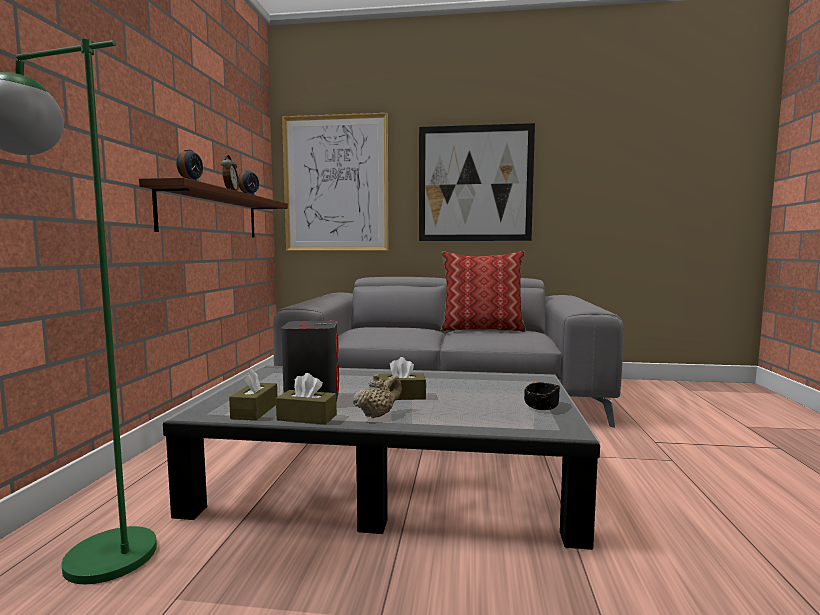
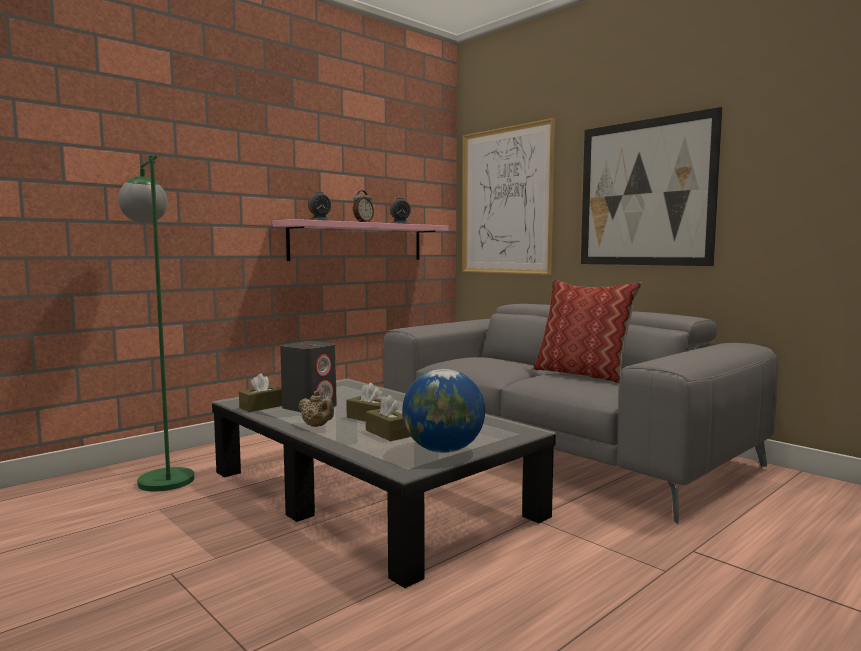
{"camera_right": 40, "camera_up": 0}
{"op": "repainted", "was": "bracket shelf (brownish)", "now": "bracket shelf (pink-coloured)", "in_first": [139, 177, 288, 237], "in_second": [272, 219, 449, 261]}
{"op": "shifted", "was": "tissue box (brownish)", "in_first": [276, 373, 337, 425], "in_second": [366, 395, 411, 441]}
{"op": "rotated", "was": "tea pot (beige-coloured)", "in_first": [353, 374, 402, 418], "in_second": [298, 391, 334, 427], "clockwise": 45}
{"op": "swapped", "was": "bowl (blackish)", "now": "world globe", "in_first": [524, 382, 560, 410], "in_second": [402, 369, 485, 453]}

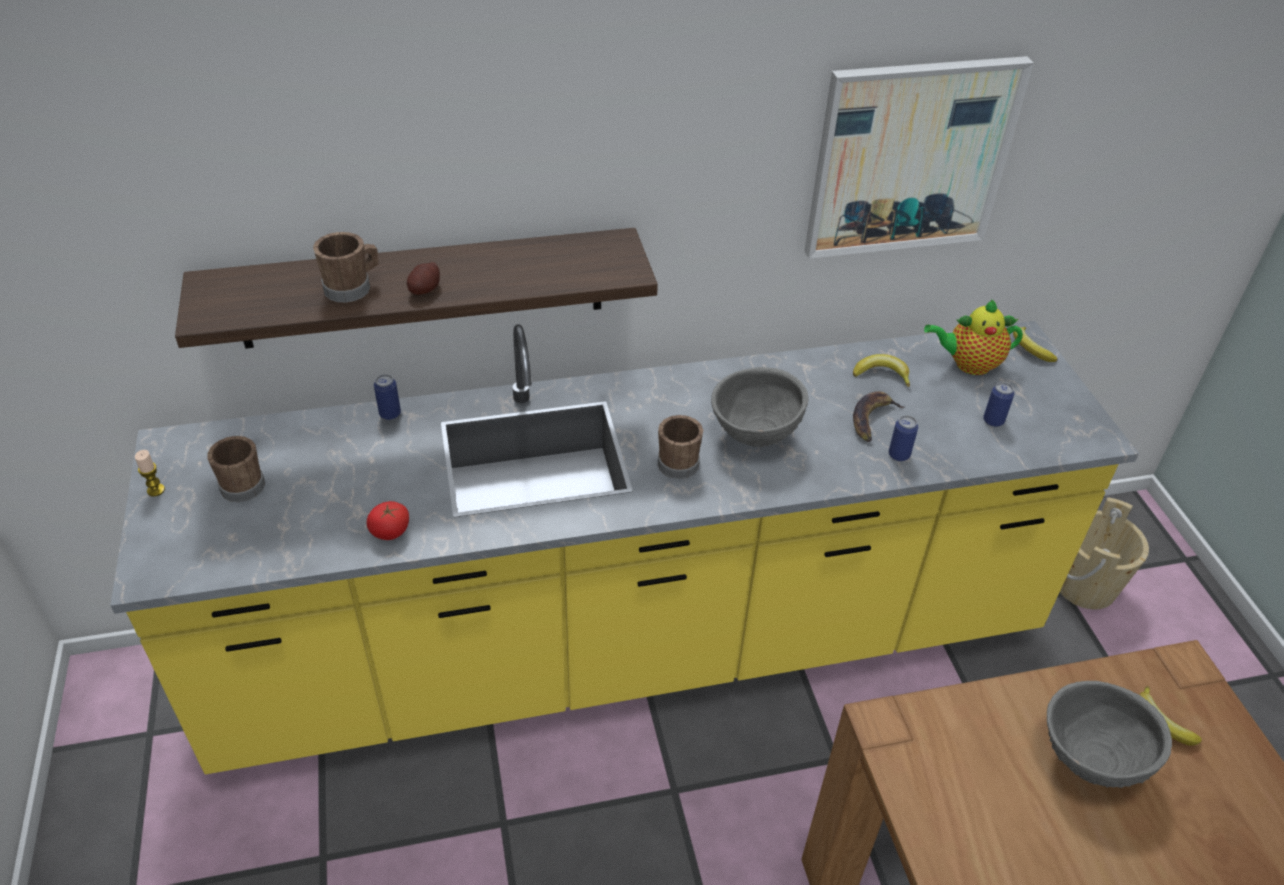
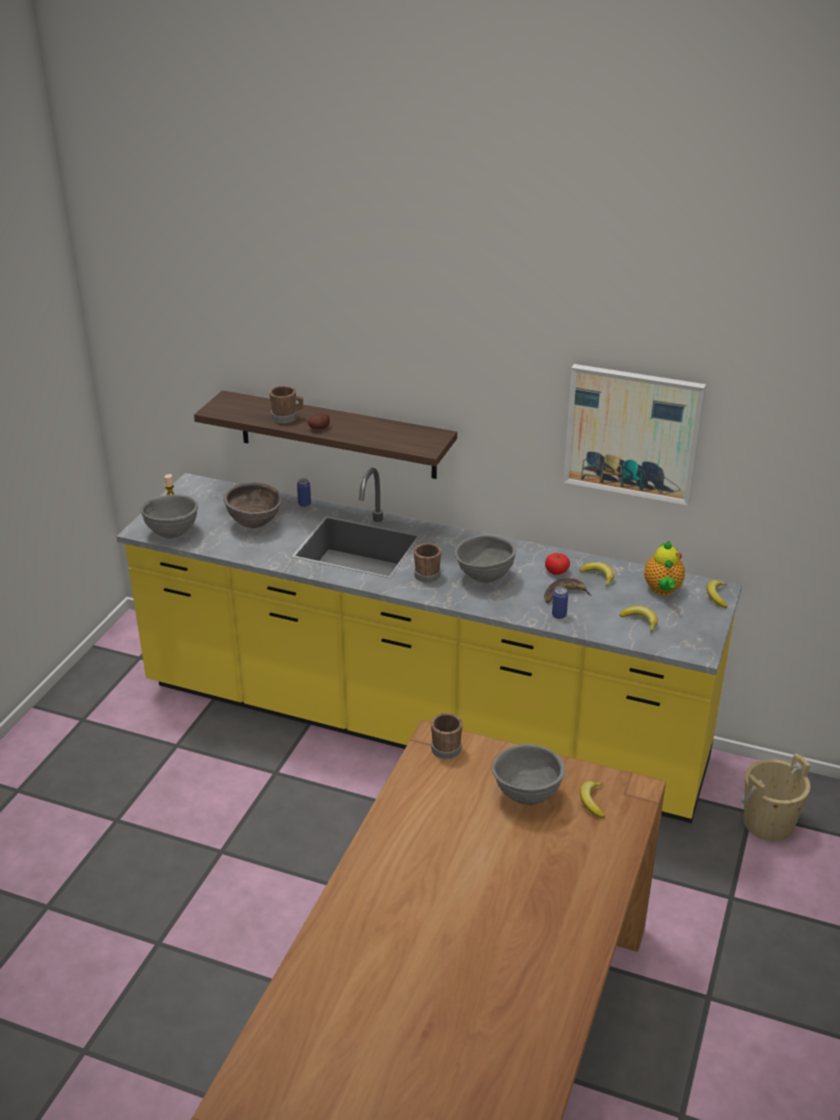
{"camera_right": 35, "camera_up": -10}
{"op": "shifted", "was": "tea mug (brownish)", "in_first": [207, 436, 265, 502], "in_second": [431, 713, 463, 759]}
{"op": "shifted", "was": "fresh tomato", "in_first": [367, 501, 409, 540], "in_second": [545, 553, 570, 575]}
{"op": "rotated", "was": "tea pot", "in_first": [924, 299, 1023, 375], "in_second": [644, 541, 685, 595], "clockwise": -120}
{"op": "swapped", "was": "sealed can", "now": "banana fruit", "in_first": [983, 382, 1014, 427], "in_second": [619, 606, 658, 632]}
{"op": "new", "now": "bowl (gray)", "in_second": [140, 495, 198, 539]}
{"op": "new", "now": "bowl (brownish)", "in_second": [223, 482, 282, 528]}

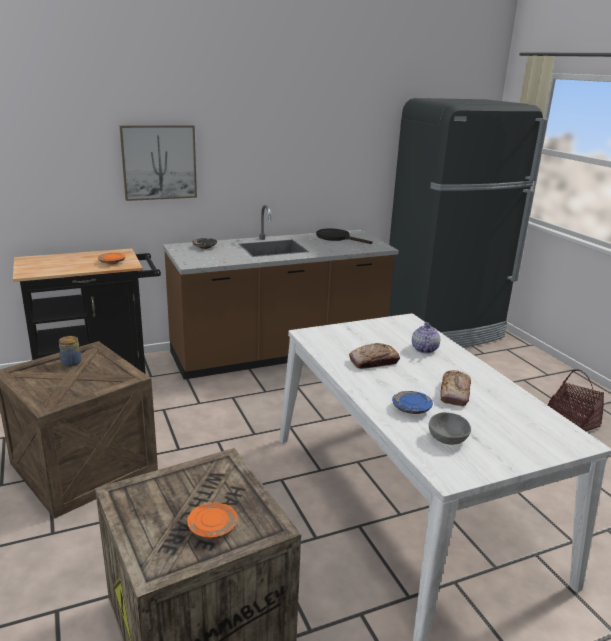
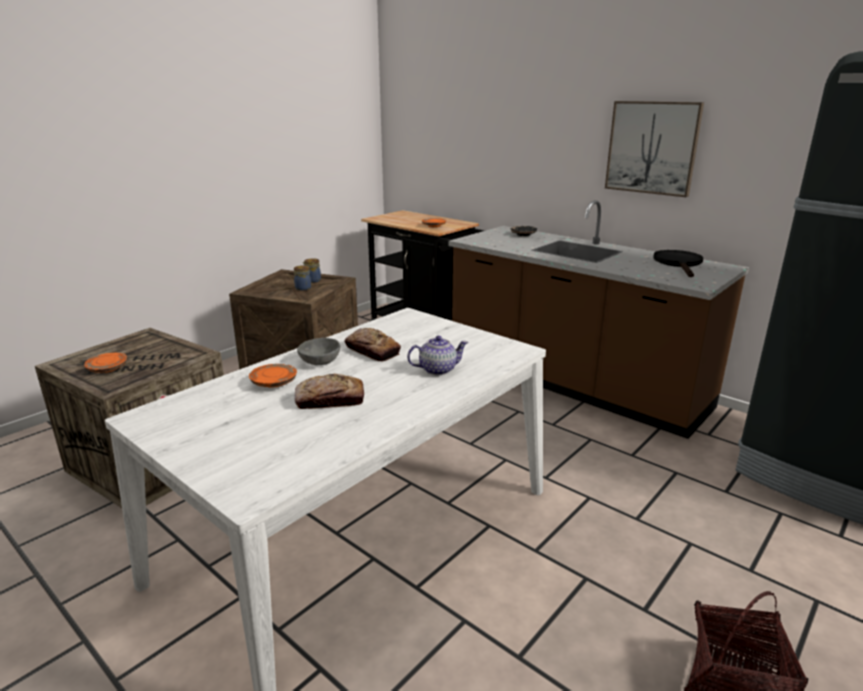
{"camera_right": 65, "camera_up": 0}
{"op": "shifted", "was": "picture", "in_first": [119, 125, 197, 201], "in_second": [605, 101, 704, 197]}
{"op": "repainted", "was": "flat dish (bluish)", "now": "flat dish (orangey)", "in_first": [392, 391, 433, 414], "in_second": [249, 364, 297, 388]}
{"op": "shifted", "was": "bowl (gray)", "in_first": [429, 412, 471, 445], "in_second": [297, 338, 340, 365]}
{"op": "new", "now": "storage jar", "in_second": [294, 265, 311, 291]}

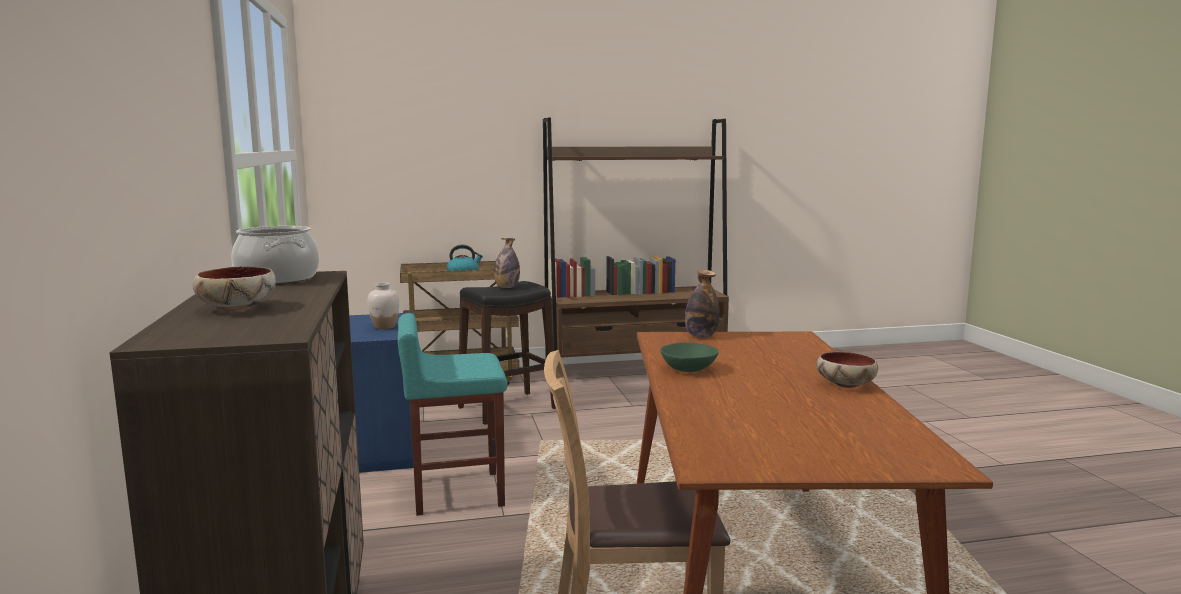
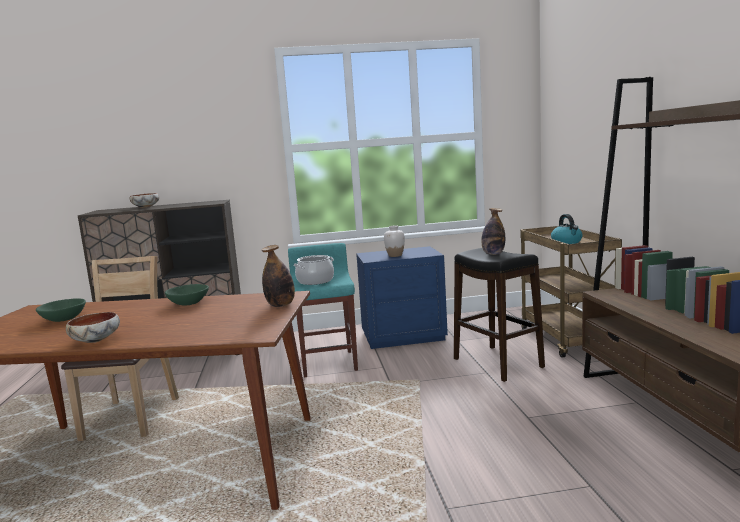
{"camera_right": 95, "camera_up": 0}
{"op": "shifted", "was": "saucepot", "in_first": [232, 226, 319, 284], "in_second": [294, 255, 334, 285]}
{"op": "new", "now": "bowl (green-coloured)", "in_second": [36, 298, 86, 322]}

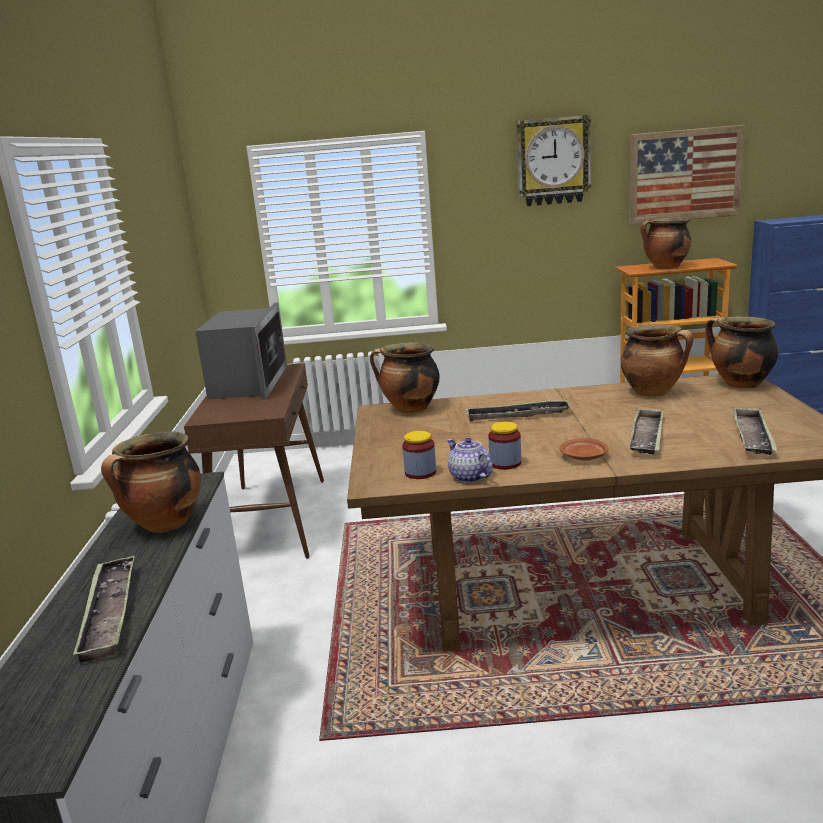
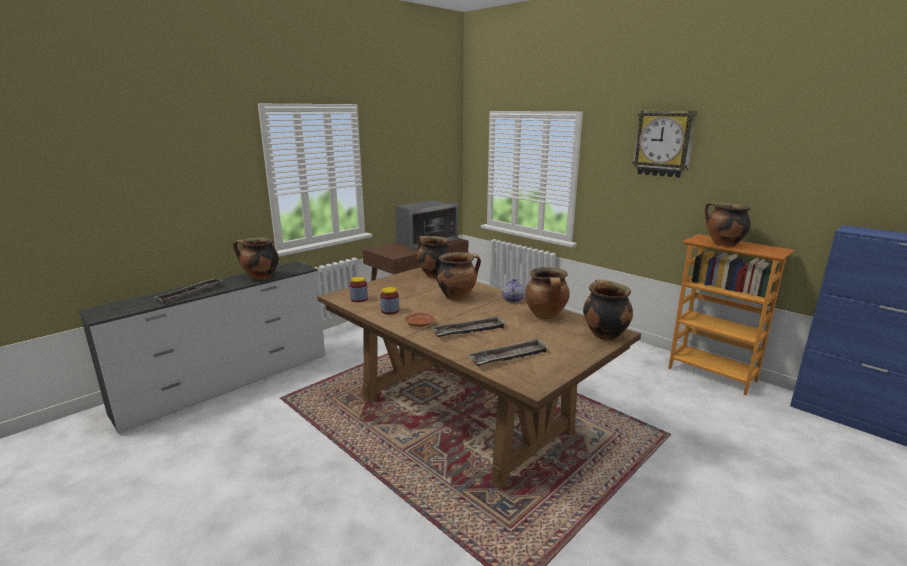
{"camera_right": 45, "camera_up": 0}
{"op": "shifted", "was": "tea pot", "in_first": [447, 438, 493, 483], "in_second": [502, 279, 525, 302]}
{"op": "swapped", "was": "carrying tray", "now": "saucepot", "in_first": [466, 400, 571, 421], "in_second": [437, 252, 481, 300]}
{"op": "gone", "was": "picture", "in_first": [629, 125, 745, 225]}

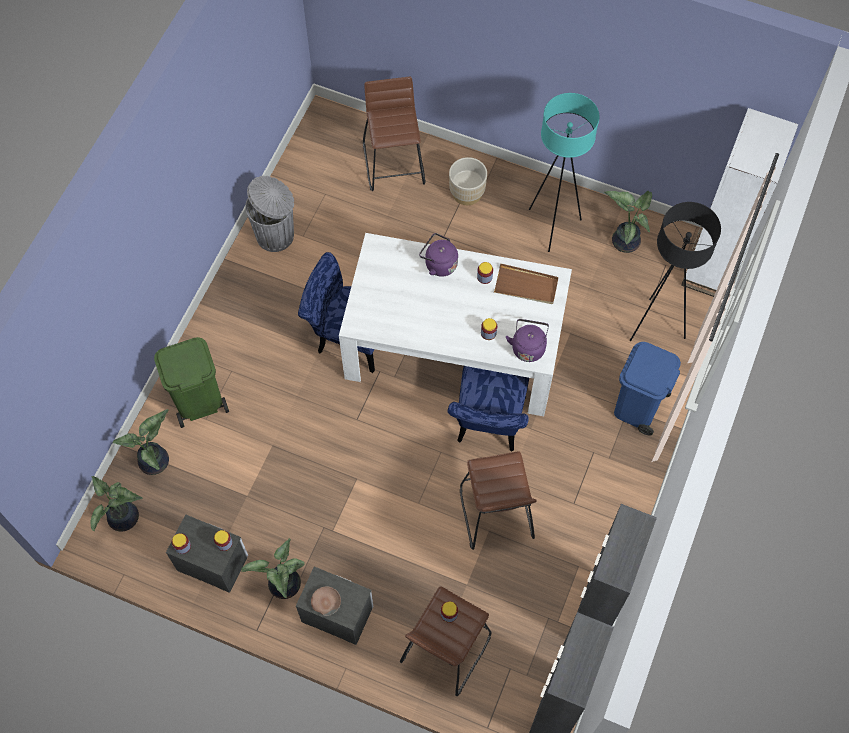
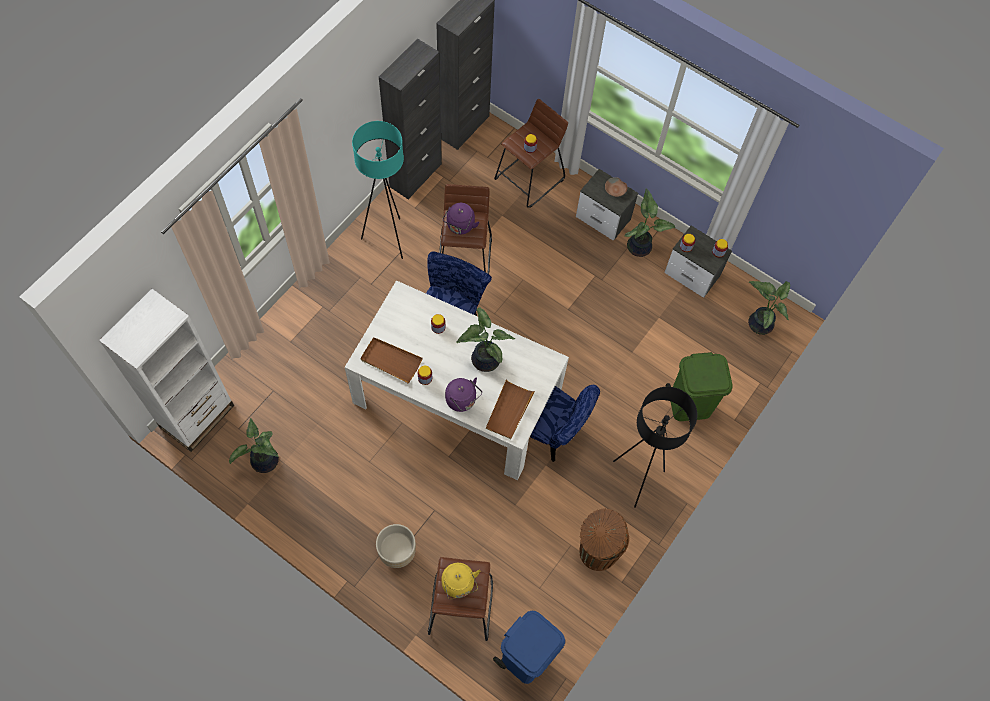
{"camera_right": -170, "camera_up": 0}
{"op": "shifted", "was": "potted plant", "in_first": [112, 409, 169, 475], "in_second": [456, 308, 515, 372]}
{"op": "repainted", "was": "waste bin (gray)", "now": "waste bin (brownish)", "in_first": [245, 176, 294, 252], "in_second": [580, 508, 629, 571]}
{"op": "shifted", "was": "kettle (purplish)", "in_first": [506, 319, 549, 362], "in_second": [443, 203, 480, 234]}
{"op": "shifted", "was": "standard lamp (blue-green)", "in_first": [529, 93, 599, 252], "in_second": [352, 121, 404, 259]}
{"op": "shifted", "was": "waste bin (bluish)", "in_first": [614, 342, 681, 436], "in_second": [493, 611, 565, 684]}
{"op": "shifted", "was": "standard lamp (blackish)", "in_first": [630, 202, 721, 341], "in_second": [613, 387, 697, 508]}
{"op": "new", "now": "kettle (yellow)", "in_second": [441, 563, 480, 599]}
{"op": "new", "now": "carrying tray (brownish)", "in_second": [486, 379, 535, 439]}

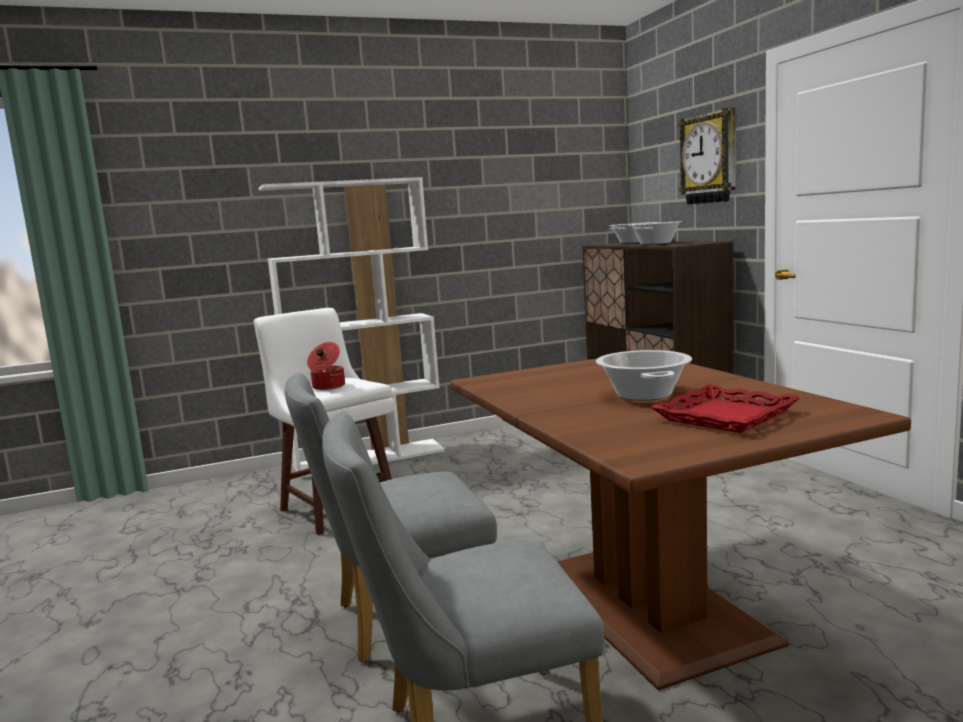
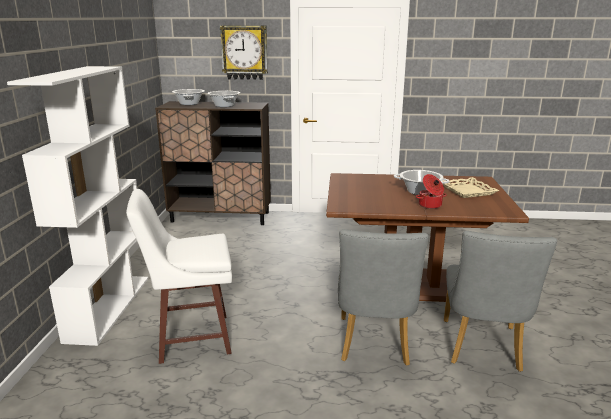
{"camera_right": -65, "camera_up": 10}
{"op": "shifted", "was": "saucepot", "in_first": [307, 342, 345, 390], "in_second": [416, 174, 447, 209]}
{"op": "repainted", "was": "carrying tray (red)", "now": "carrying tray (beige-coloured)", "in_first": [651, 384, 801, 433], "in_second": [442, 177, 499, 198]}

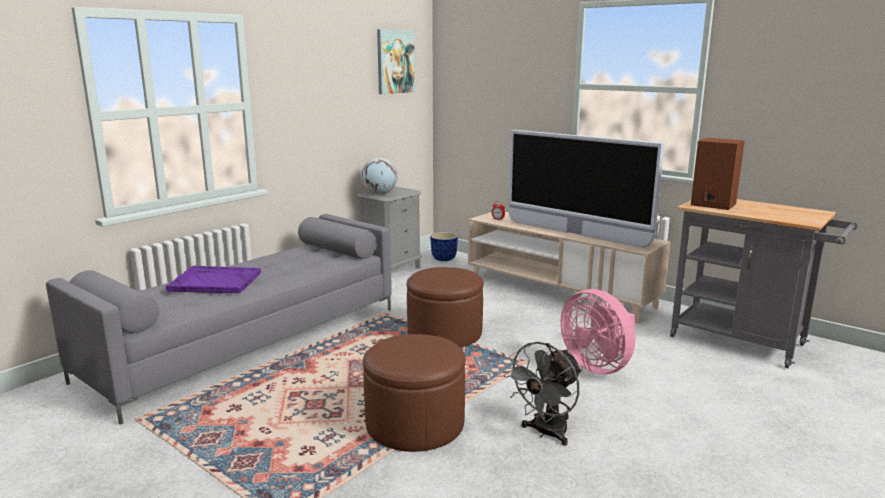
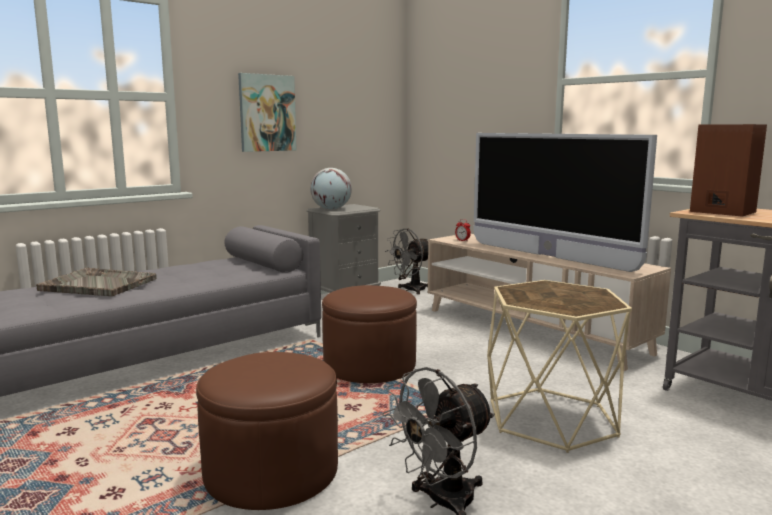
{"camera_right": 10, "camera_up": -5}
{"op": "repainted", "was": "carrying tray (purplish)", "now": "carrying tray (gray)", "in_first": [166, 265, 261, 293], "in_second": [36, 268, 156, 296]}
{"op": "shifted", "was": "picture", "in_first": [377, 29, 415, 94], "in_second": [238, 73, 297, 152]}
{"op": "swapped", "was": "planter", "now": "fan (gray)", "in_first": [430, 232, 458, 261], "in_second": [385, 229, 428, 294]}
{"op": "swapped", "was": "fan (pink-coloured)", "now": "side table (beige-coloured)", "in_first": [561, 289, 636, 374], "in_second": [487, 280, 632, 453]}

